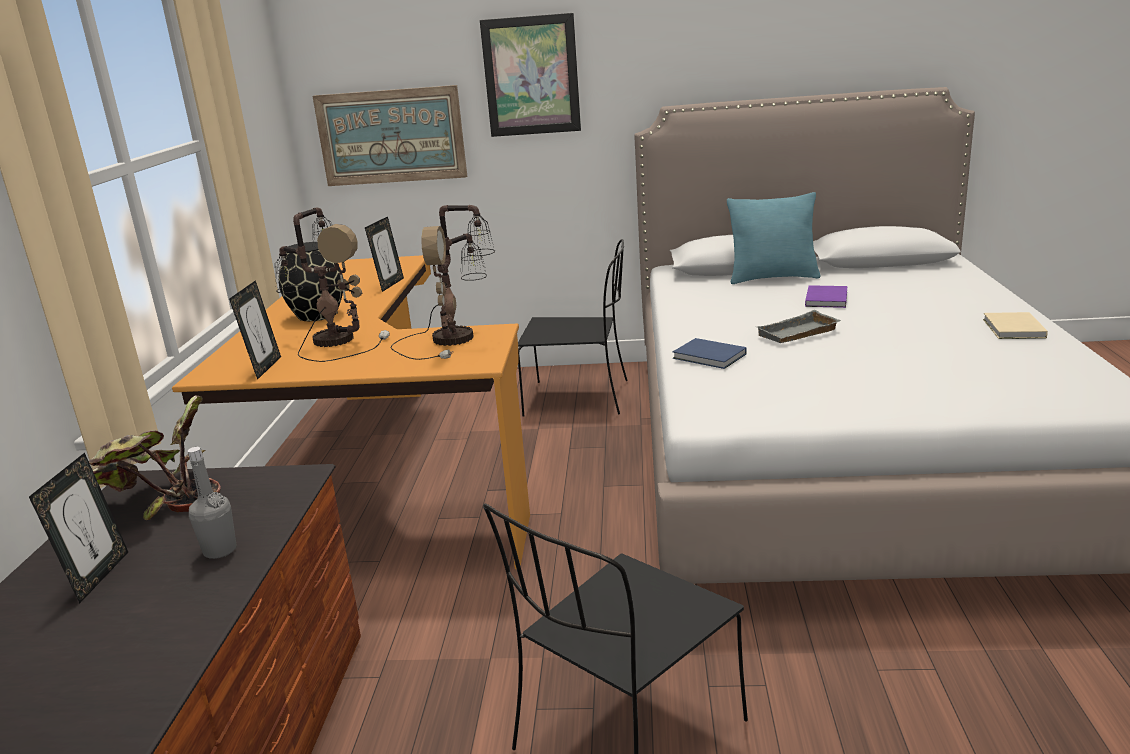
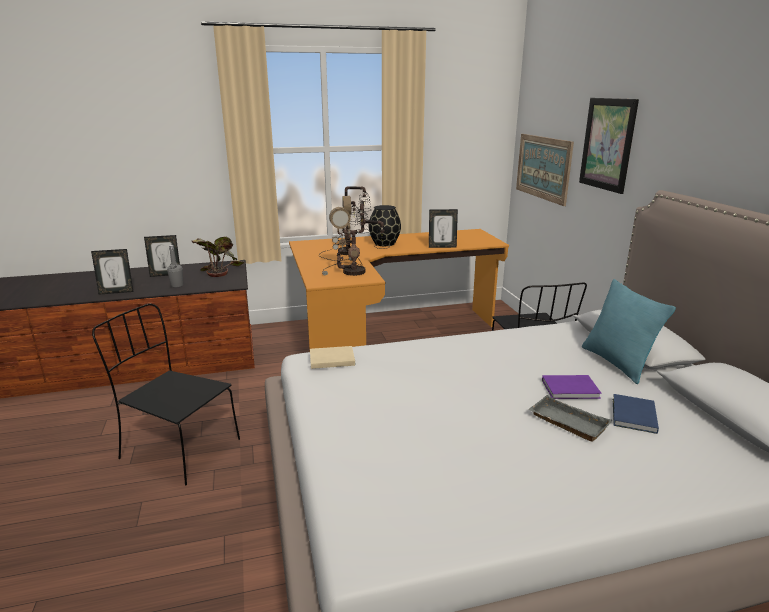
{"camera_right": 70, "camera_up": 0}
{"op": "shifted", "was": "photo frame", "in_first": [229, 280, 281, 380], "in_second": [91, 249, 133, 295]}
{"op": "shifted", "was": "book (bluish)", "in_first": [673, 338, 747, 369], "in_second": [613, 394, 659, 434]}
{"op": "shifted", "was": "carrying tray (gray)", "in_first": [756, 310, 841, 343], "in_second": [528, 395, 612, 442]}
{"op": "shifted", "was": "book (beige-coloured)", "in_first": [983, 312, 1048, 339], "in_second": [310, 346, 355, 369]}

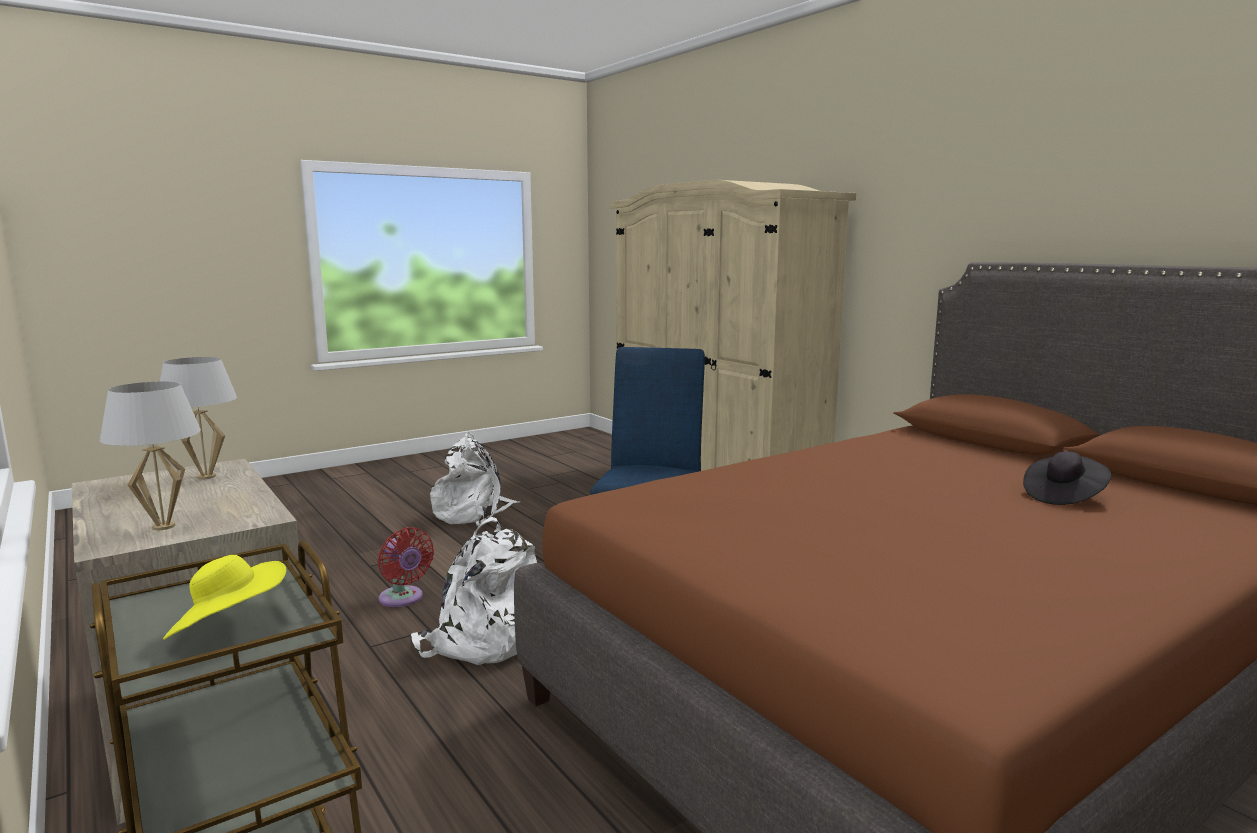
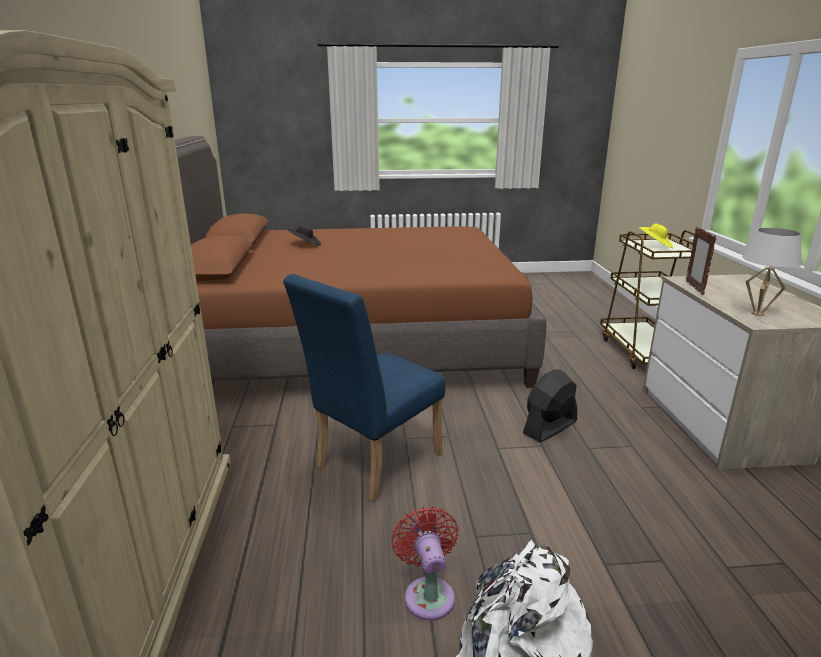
{"camera_right": -150, "camera_up": 10}
{"op": "gone", "was": "lamp for a table (whitish)", "in_first": [100, 381, 201, 530]}
{"op": "shifted", "was": "fan (red)", "in_first": [378, 527, 434, 607], "in_second": [391, 507, 459, 621]}
{"op": "swapped", "was": "backpack (whitish)", "now": "fan (blackish)", "in_first": [411, 517, 537, 665], "in_second": [523, 369, 577, 443]}
{"op": "new", "now": "photo frame", "in_second": [686, 227, 716, 295]}

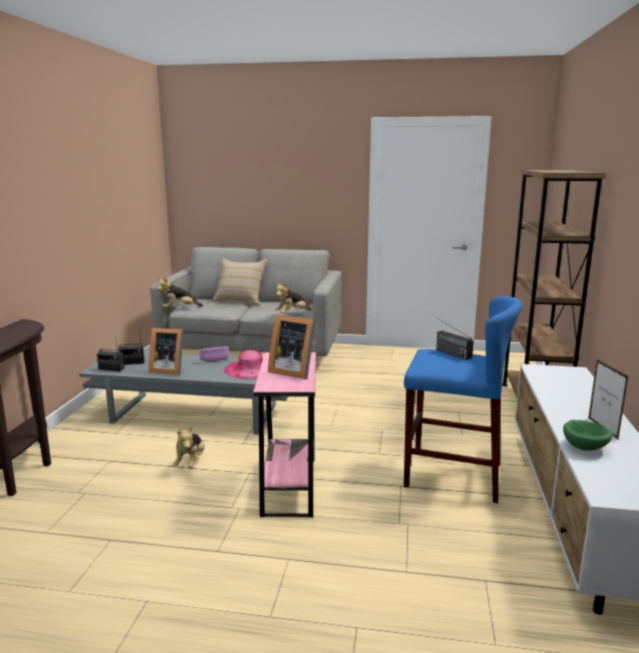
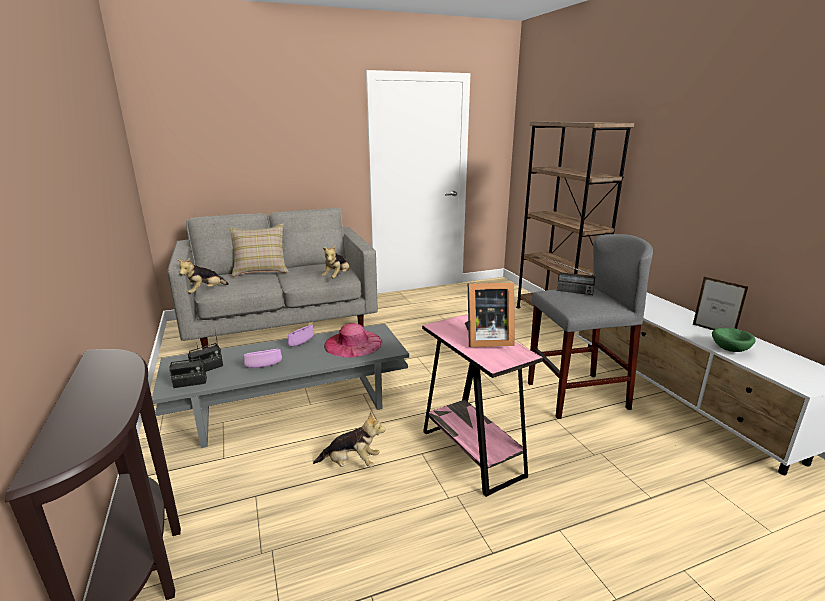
{"camera_right": -30, "camera_up": 5}
{"op": "swapped", "was": "photo frame", "now": "bowl (purplish)", "in_first": [149, 328, 184, 375], "in_second": [243, 349, 282, 368]}
{"op": "rotated", "was": "plush toy", "in_first": [173, 426, 205, 469], "in_second": [313, 412, 385, 467], "clockwise": -60}
{"op": "repainted", "was": "sitting stool (bluish)", "now": "sitting stool (gray)", "in_first": [404, 296, 522, 503], "in_second": [528, 234, 653, 419]}

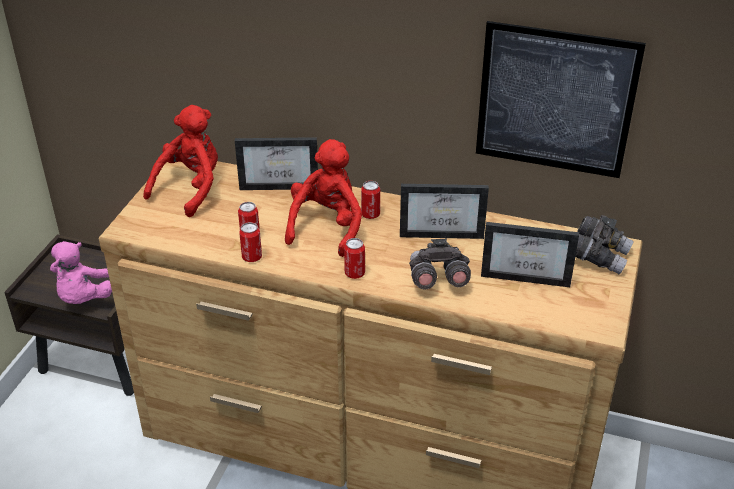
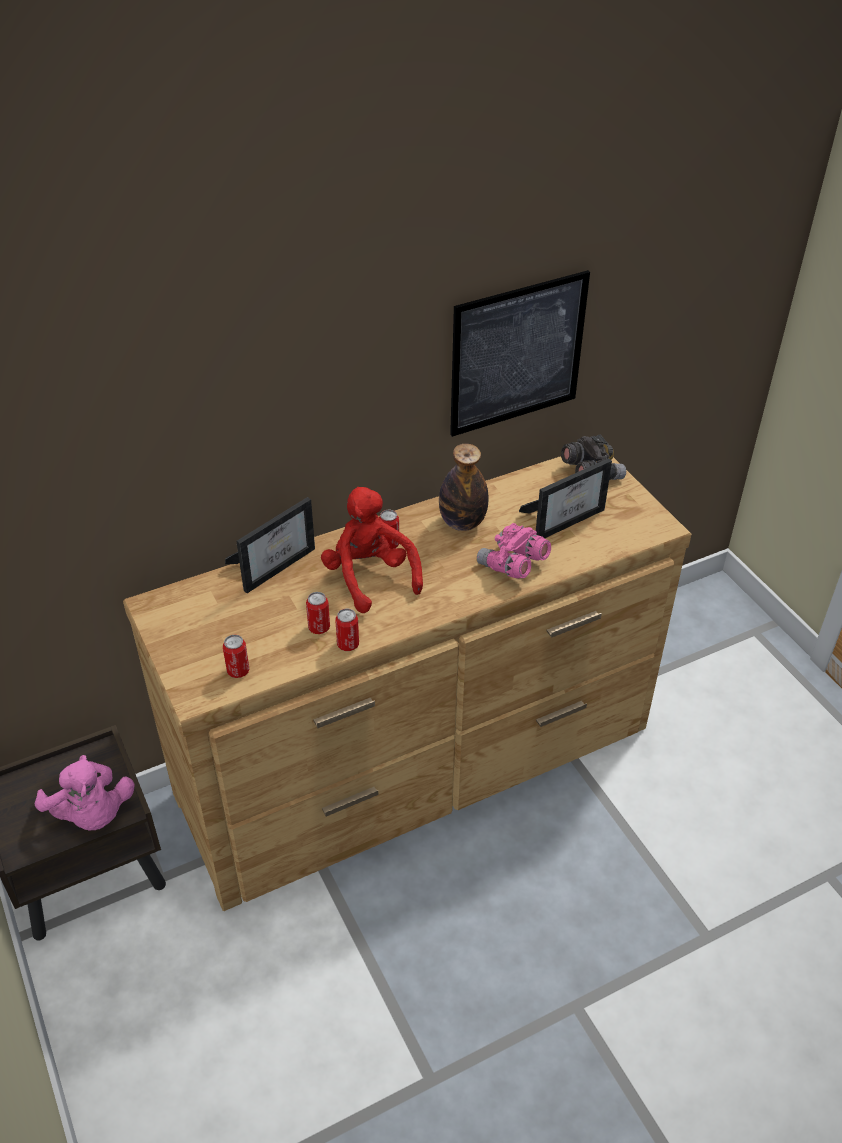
{"camera_right": -45, "camera_up": 5}
{"op": "gone", "was": "plush toy (red)", "in_first": [143, 105, 218, 217]}
{"op": "shifted", "was": "sealed can", "in_first": [344, 238, 365, 279], "in_second": [223, 635, 250, 678]}
{"op": "swapped", "was": "photo frame", "now": "beverage bottle", "in_first": [400, 184, 489, 239], "in_second": [439, 444, 488, 531]}
{"op": "repainted", "was": "field glasses (gray)", "now": "field glasses (pink-coloured)", "in_first": [409, 239, 471, 289], "in_second": [477, 523, 551, 579]}

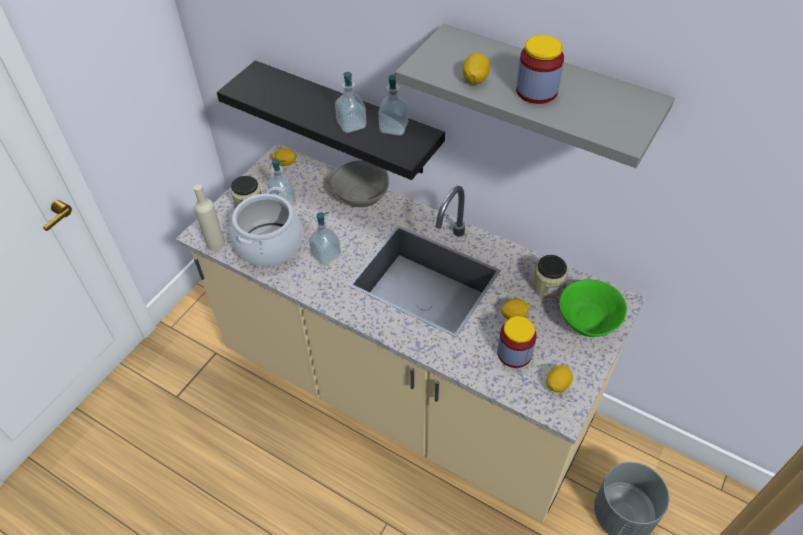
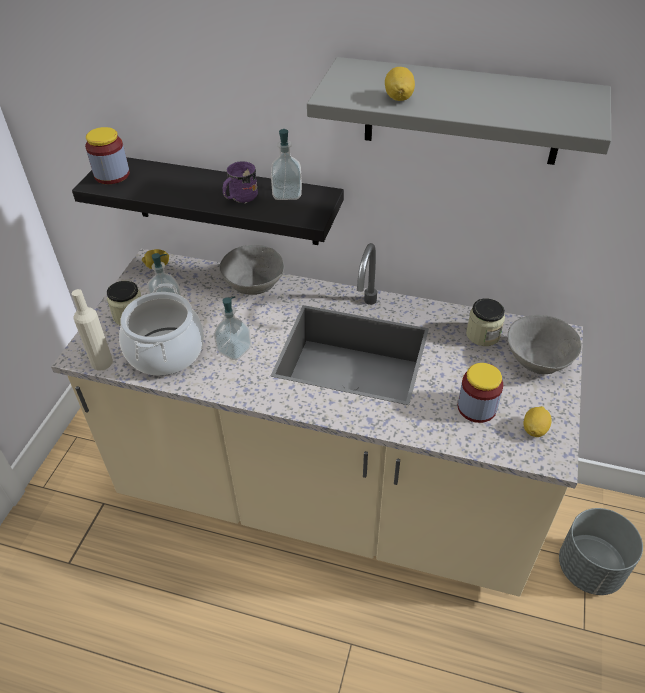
{"camera_right": -15, "camera_up": -5}
{"op": "swapped", "was": "soap bottle", "now": "tea mug (purplish)", "in_first": [335, 72, 366, 133], "in_second": [223, 161, 258, 204]}
{"op": "gone", "was": "citrus fruit", "in_first": [501, 299, 530, 319]}
{"op": "shifted", "was": "storage jar", "in_first": [516, 35, 564, 104], "in_second": [85, 127, 130, 184]}
{"op": "repainted", "was": "bowl (green-coloured)", "now": "bowl (gray)", "in_first": [559, 279, 627, 337], "in_second": [508, 315, 582, 374]}

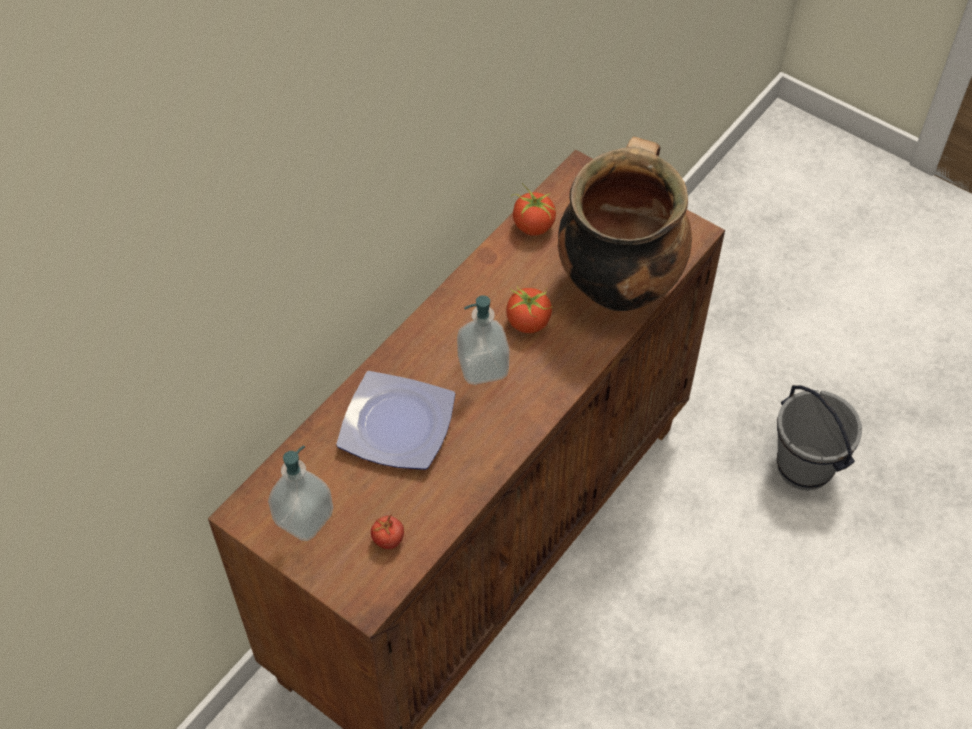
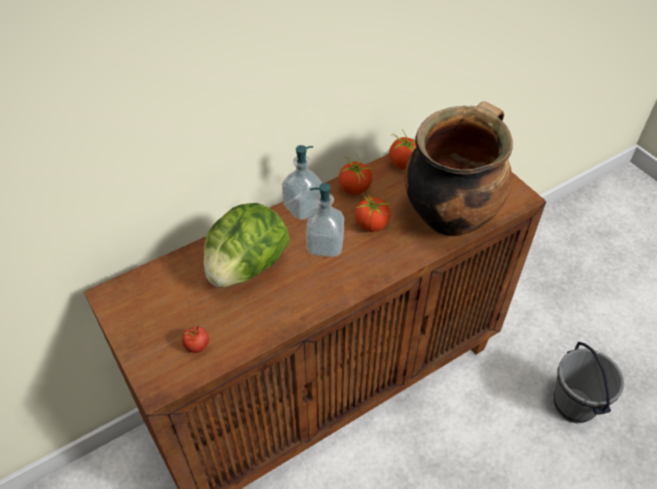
{"camera_right": 20, "camera_up": -5}
{"op": "shifted", "was": "soap bottle", "in_first": [268, 445, 333, 541], "in_second": [282, 145, 322, 220]}
{"op": "swapped", "was": "flat dish", "now": "head of lettuce", "in_first": [336, 371, 455, 470], "in_second": [204, 203, 290, 287]}
{"op": "new", "now": "fresh tomato", "in_second": [339, 155, 373, 195]}

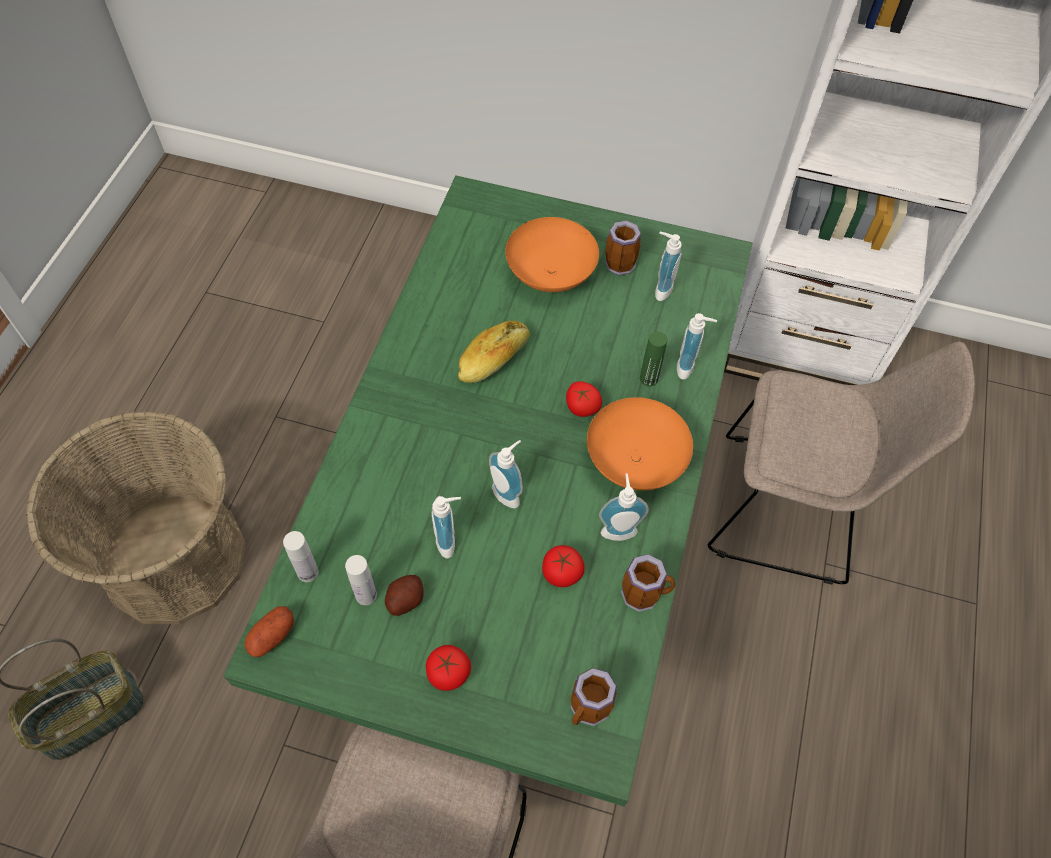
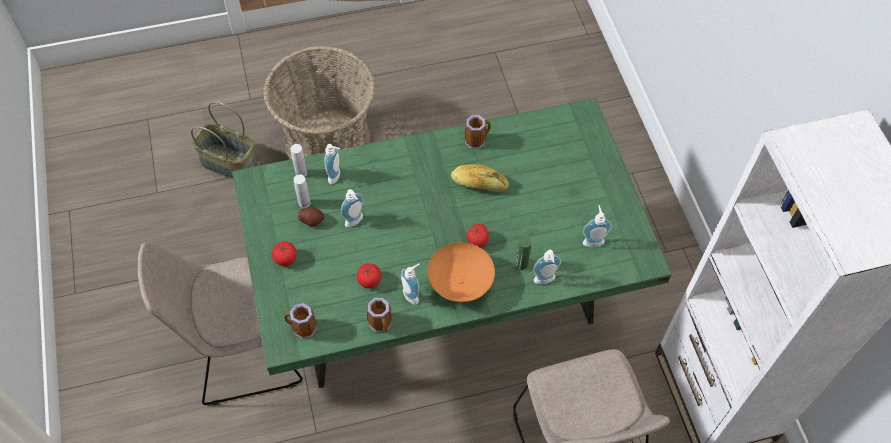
{"camera_right": 60, "camera_up": 0}
{"op": "gone", "was": "potato", "in_first": [244, 606, 294, 658]}
{"op": "shifted", "was": "soap bottle", "in_first": [489, 440, 523, 508], "in_second": [324, 144, 340, 184]}
{"op": "gone", "was": "bowl (orangey)", "in_first": [505, 217, 599, 292]}
{"op": "shifted", "was": "tea mug", "in_first": [605, 220, 641, 275], "in_second": [465, 115, 491, 149]}

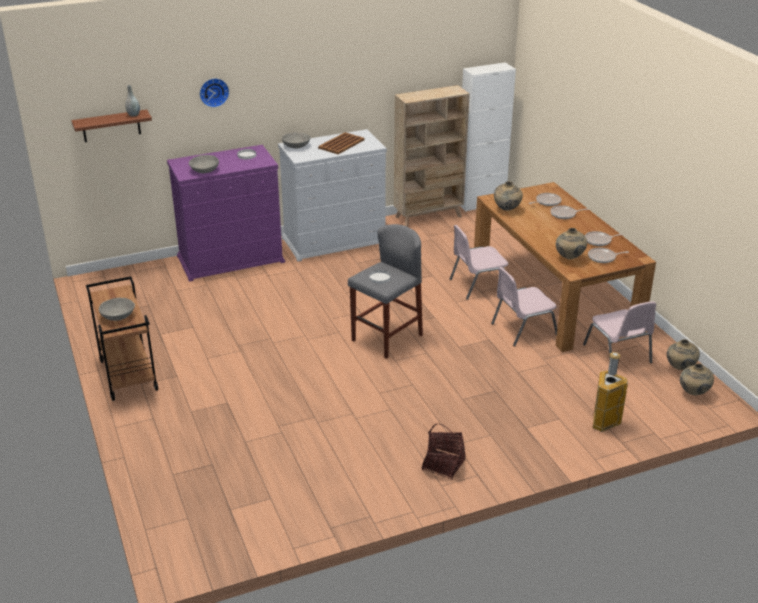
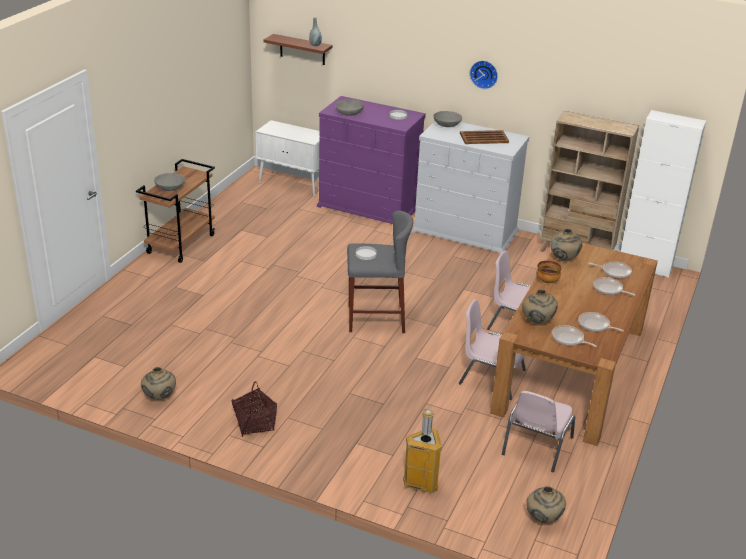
{"camera_right": 45, "camera_up": 0}
{"op": "shifted", "was": "clock on the wall", "in_first": [200, 78, 229, 108], "in_second": [470, 61, 498, 89]}
{"op": "shifted", "was": "vase (beige-coloured)", "in_first": [667, 339, 700, 370], "in_second": [141, 367, 176, 400]}
{"op": "new", "now": "cupboard (whitish)", "in_second": [256, 120, 319, 197]}
{"op": "new", "now": "bowl", "in_second": [536, 261, 562, 283]}

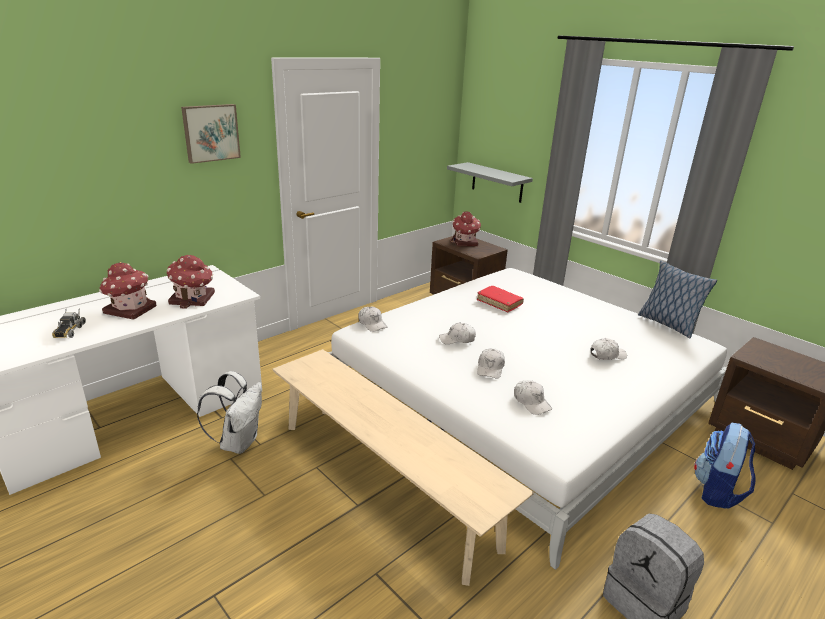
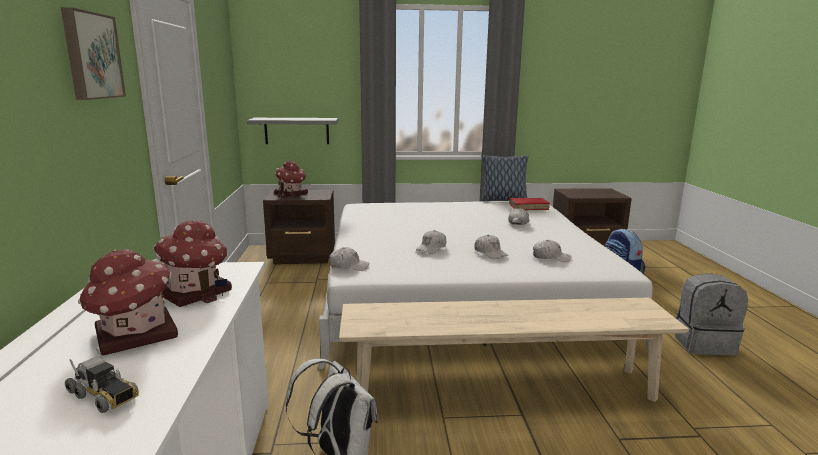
{"camera_right": -50, "camera_up": -10}
{"op": "shifted", "was": "book (red)", "in_first": [477, 286, 524, 312], "in_second": [509, 198, 550, 210]}

